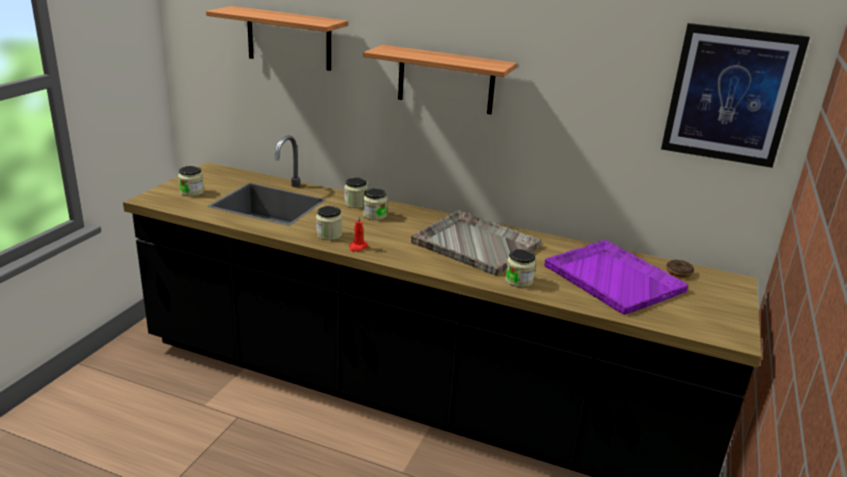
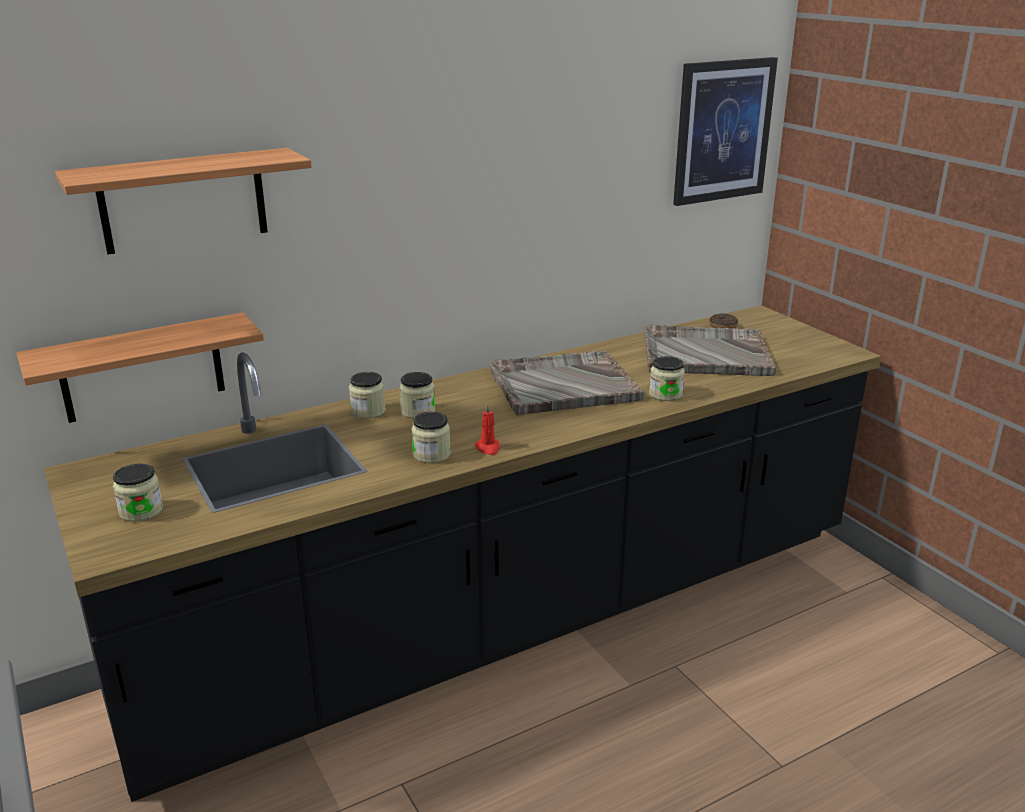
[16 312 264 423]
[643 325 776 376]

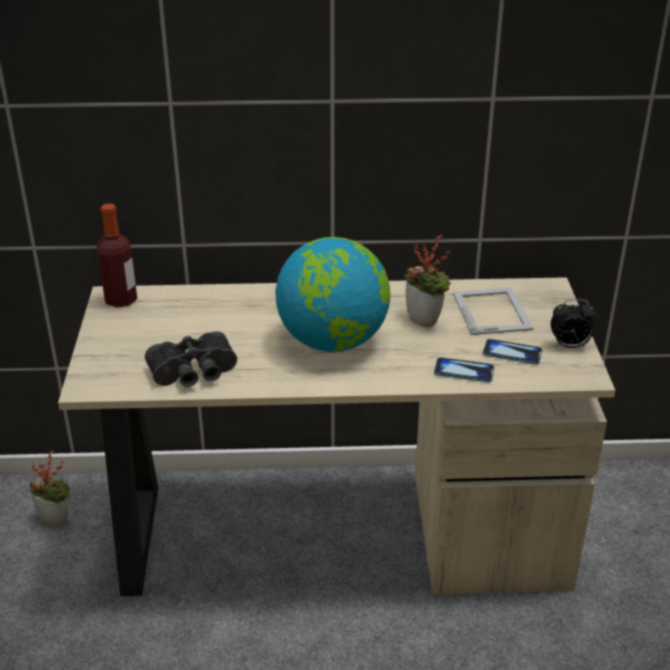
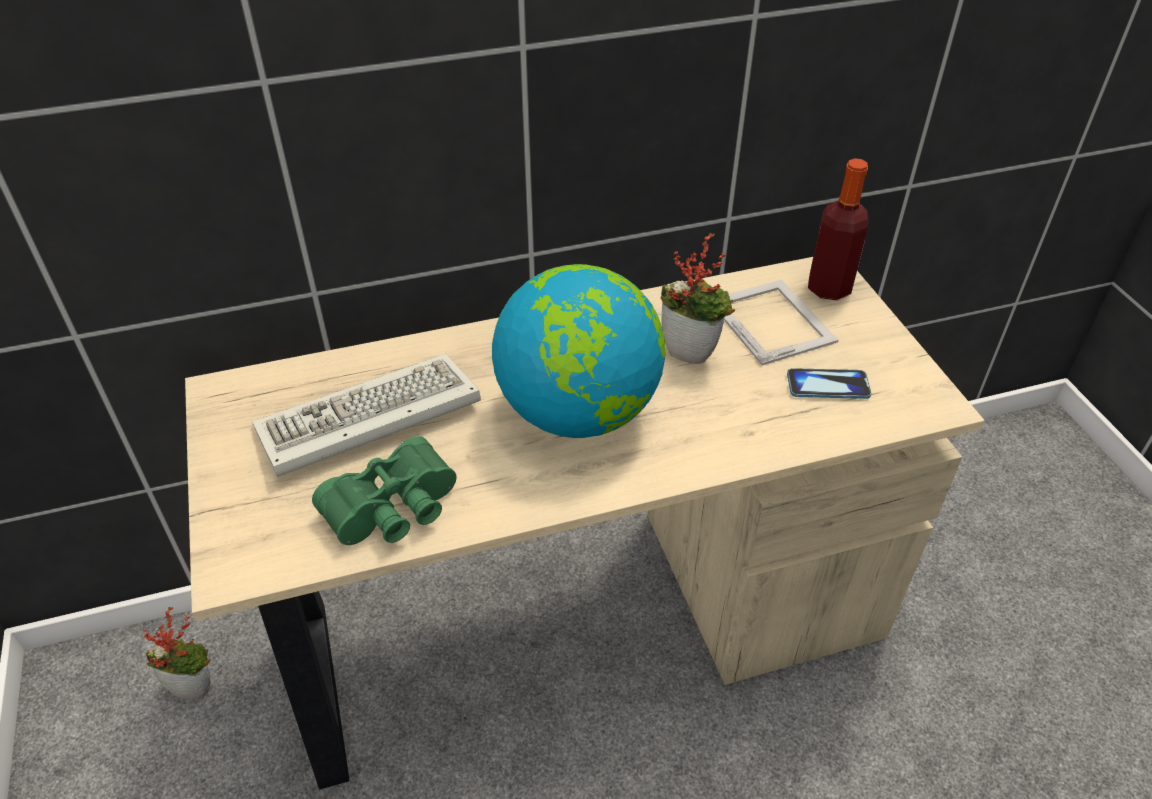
[434 357 494 382] (first image)
[551 299 596 348] (first image)
[252 354 481 477]
[808 158 868 300]
[312 436 456 545]

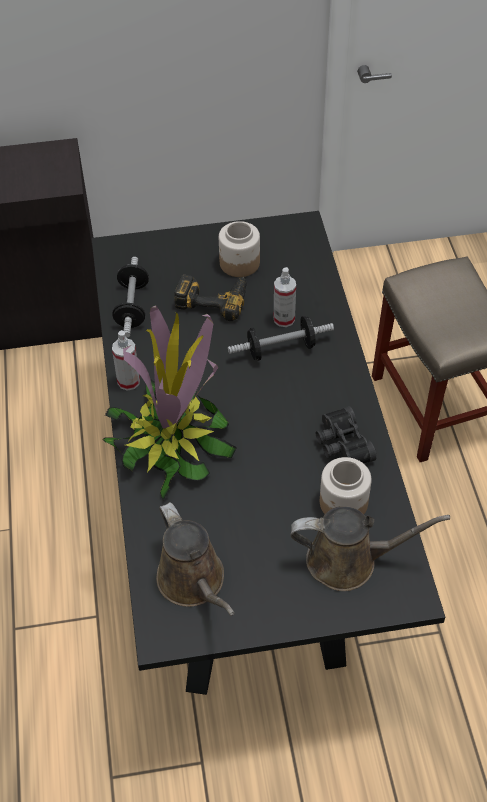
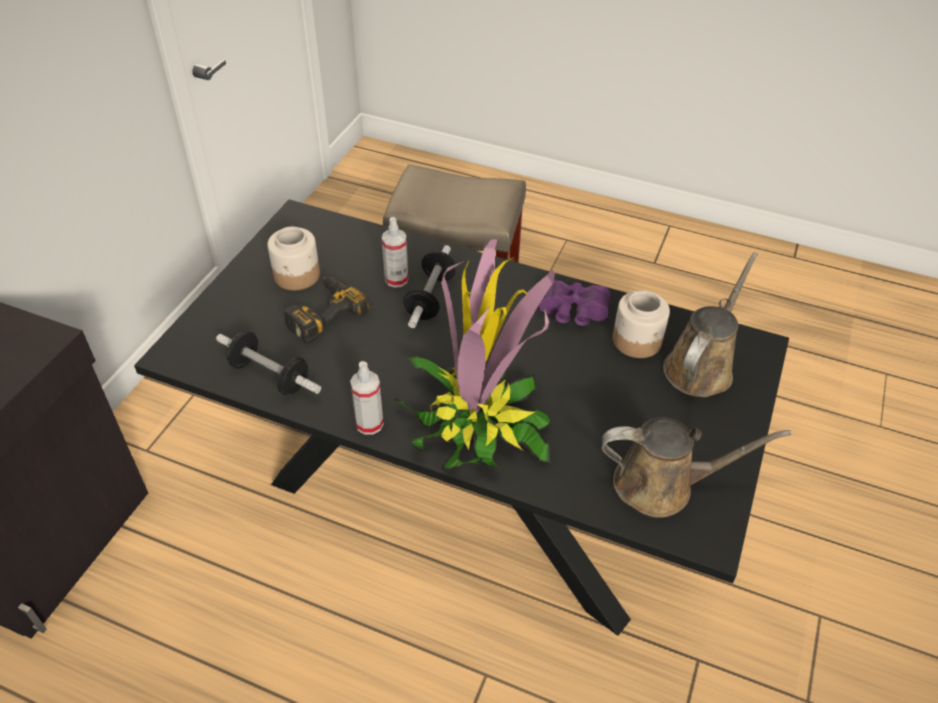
[539 280 611 326]

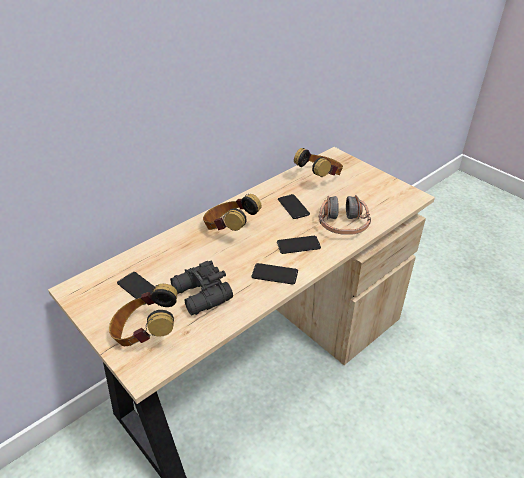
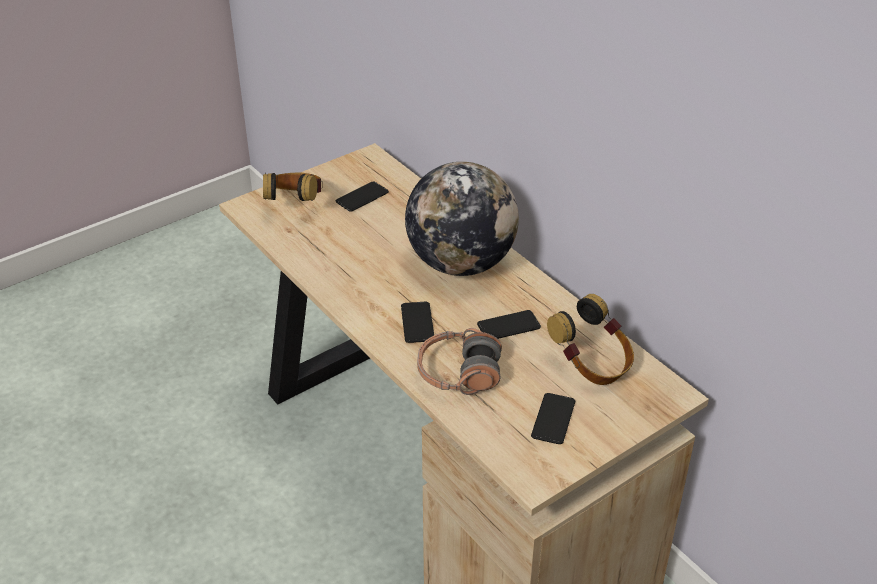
[170 261 233 316] (first image)
[531 393 575 444]
[405 162 519 276]

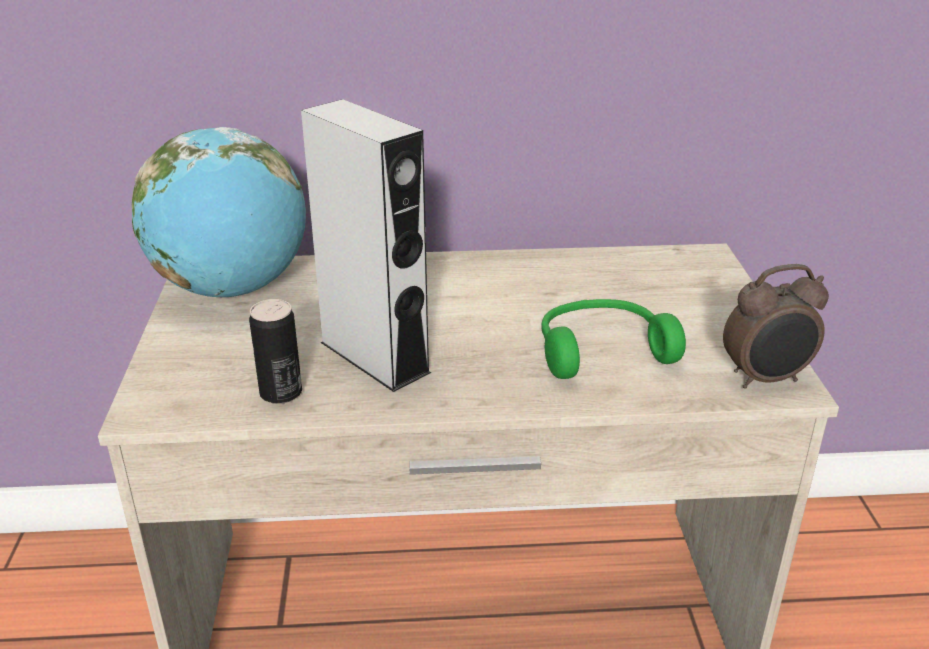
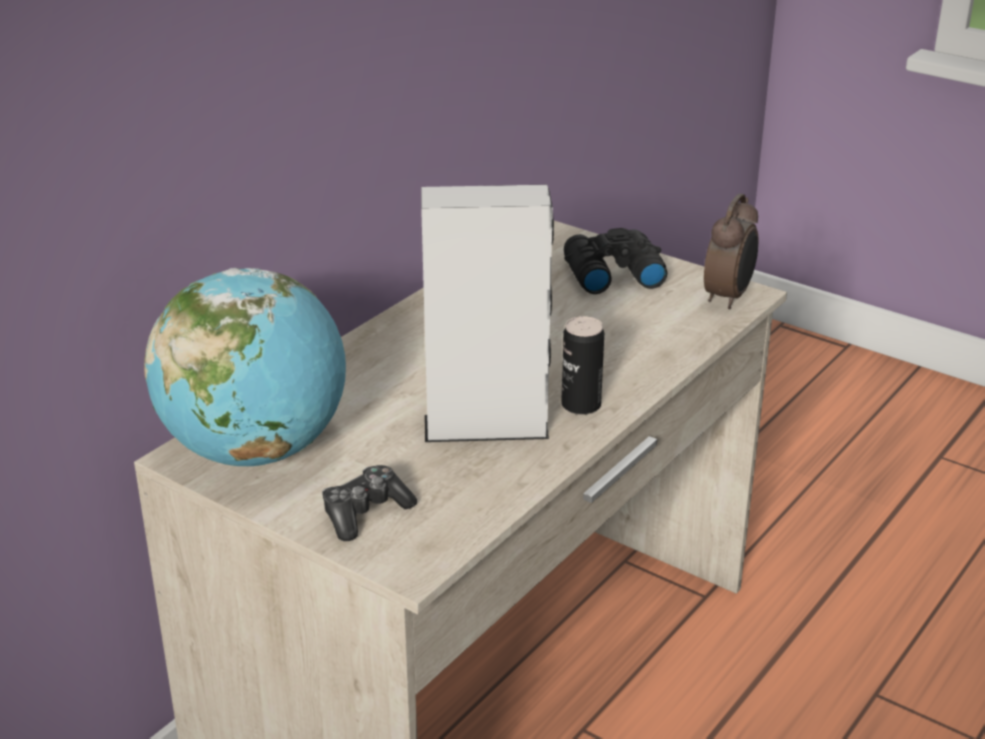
[541 299 686 379] (first image)
[322 465 417 541]
[564 228 667 294]
[561 316 604 415]

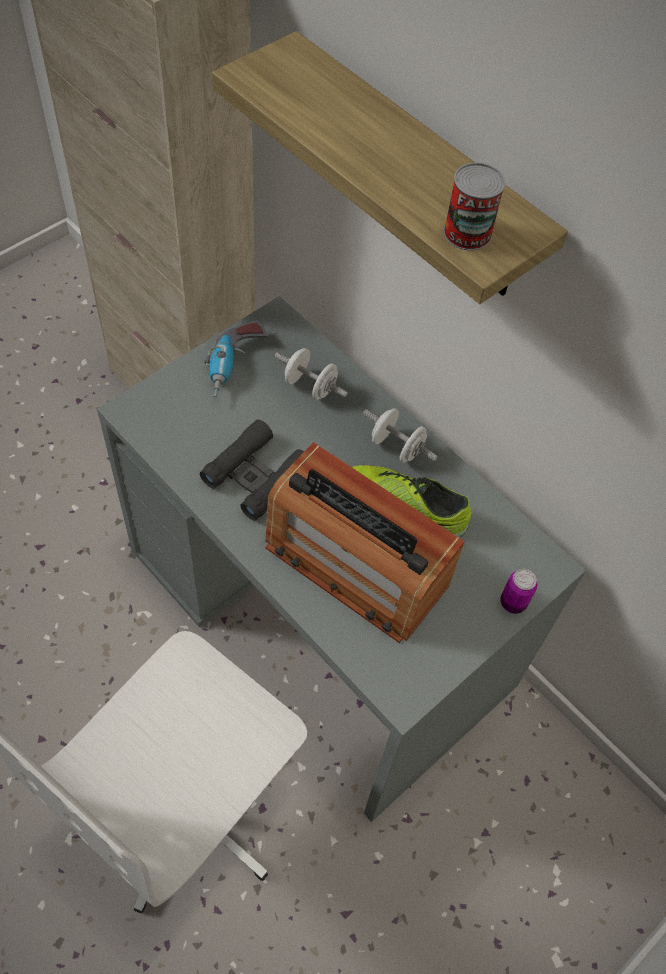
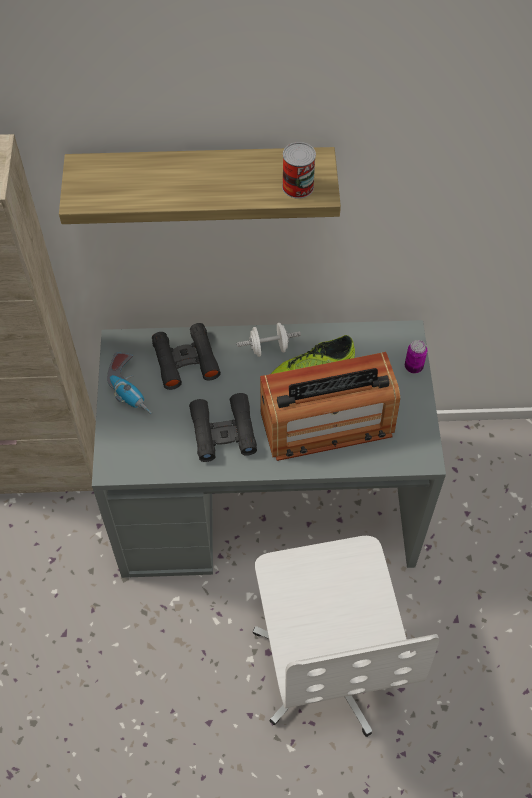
[152 323 221 390]

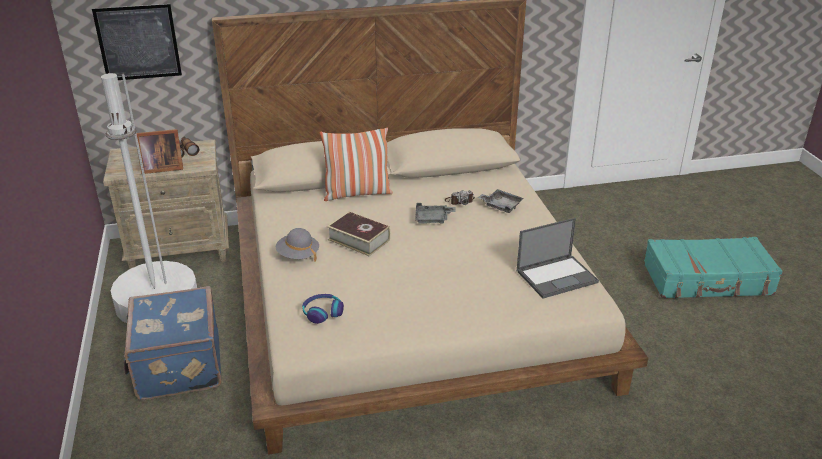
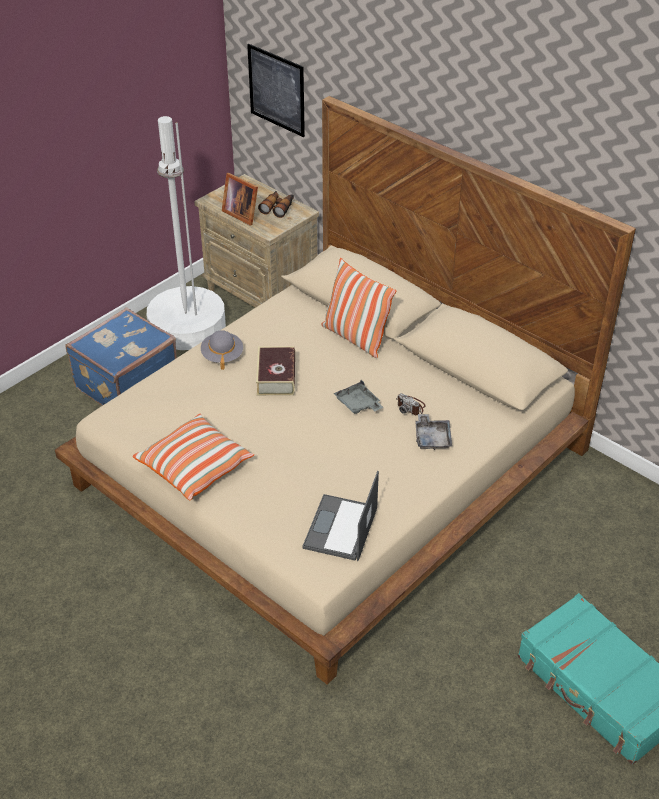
[302 294 344 324] (first image)
[133 414 254 500]
[302 471 379 561]

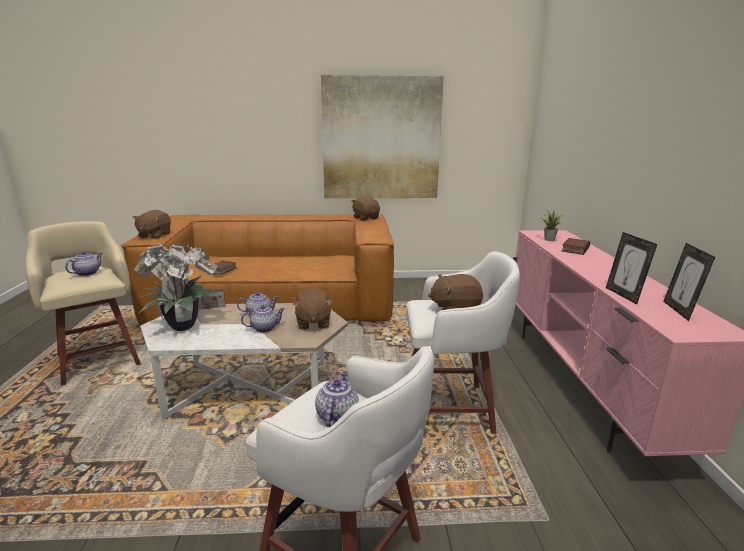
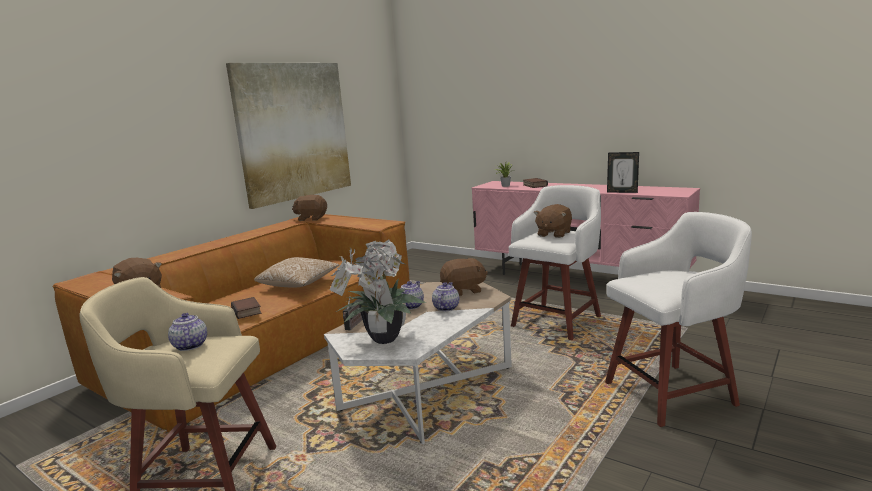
[315 372 359 427] (first image)
[663 243 715 321] (first image)
[254 257 340 287]
[440 258 488 296]

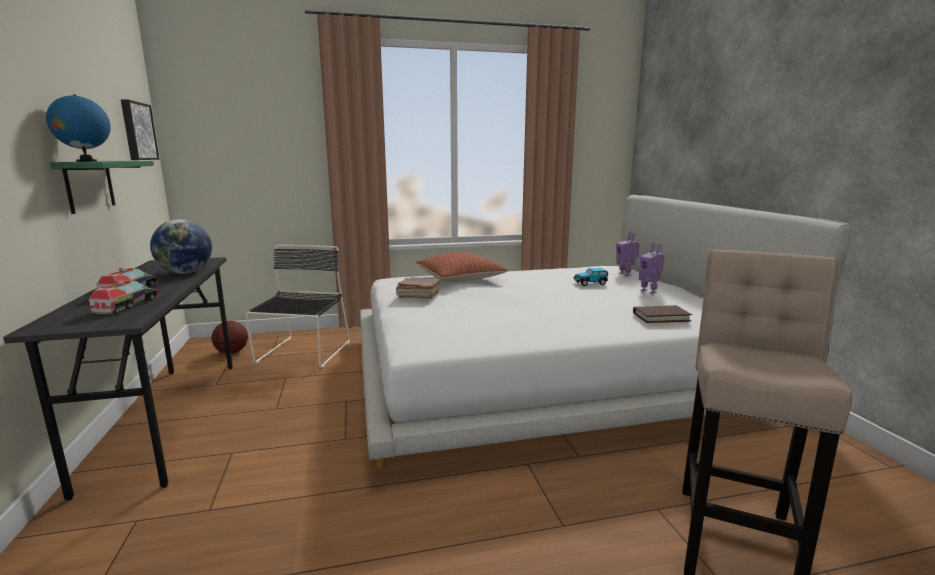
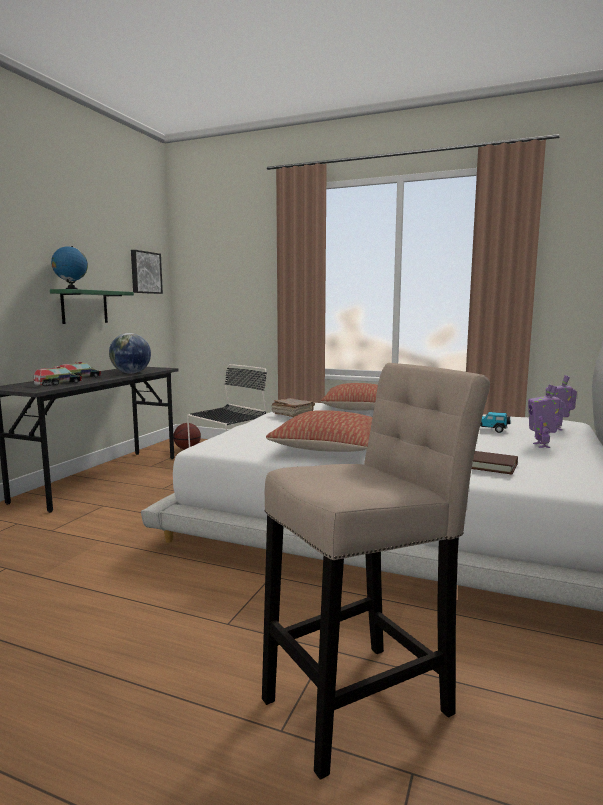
[266 410 373 452]

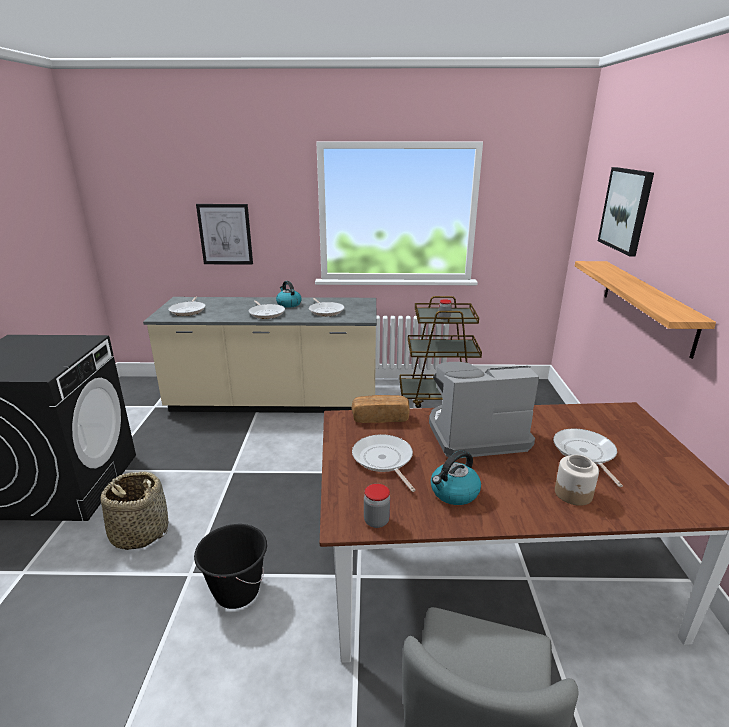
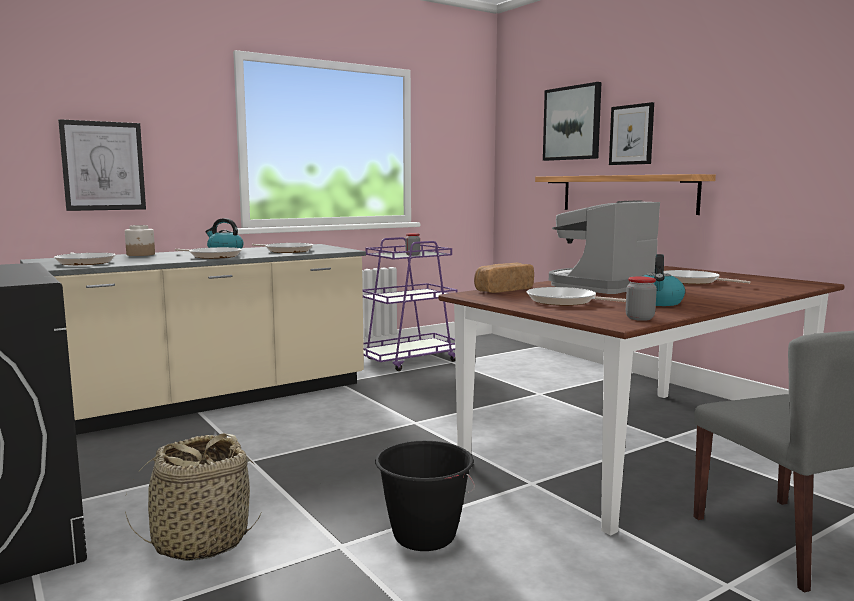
[609 102 654 165]
[125 225 155 256]
[363 237 458 371]

